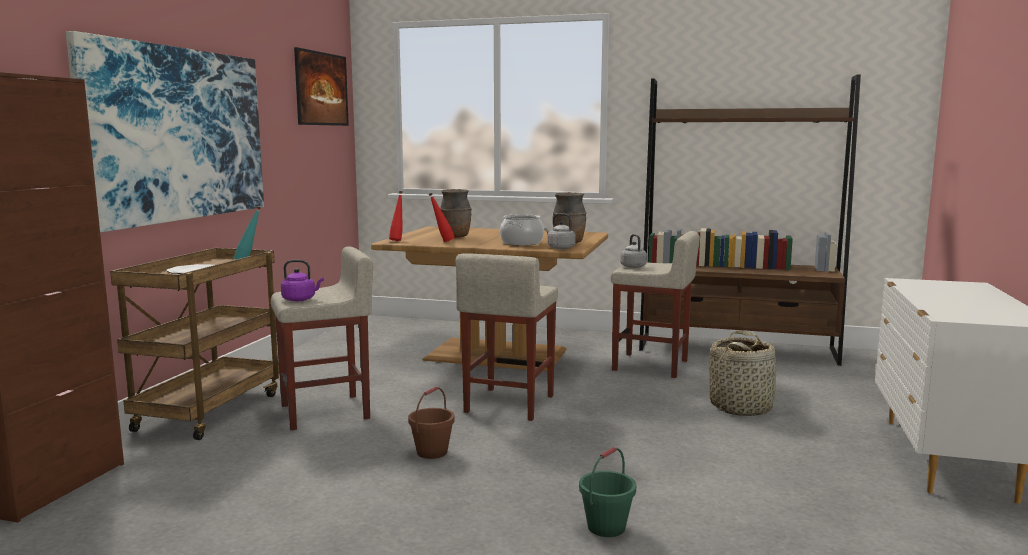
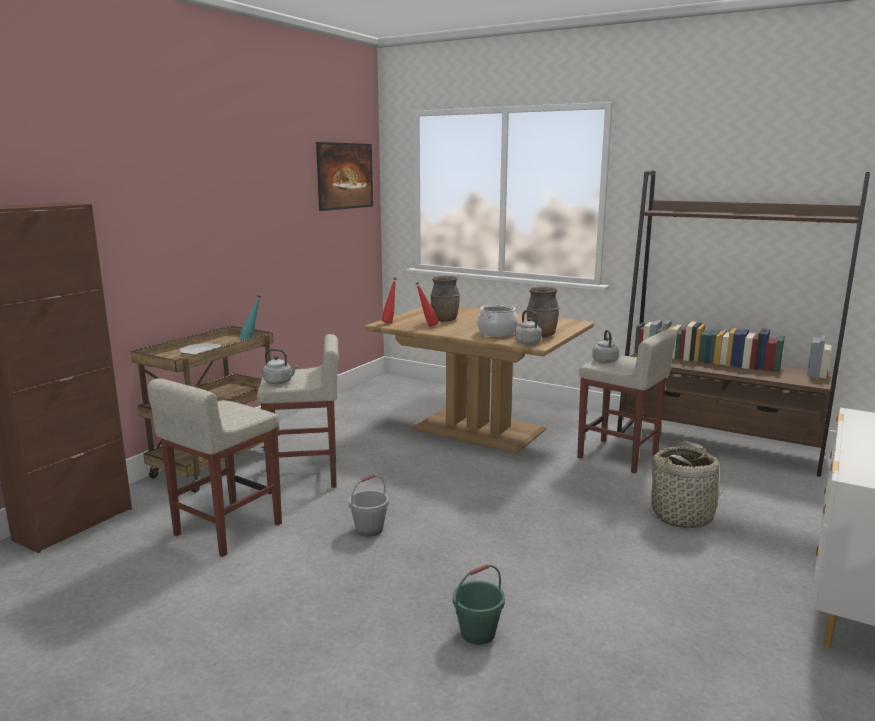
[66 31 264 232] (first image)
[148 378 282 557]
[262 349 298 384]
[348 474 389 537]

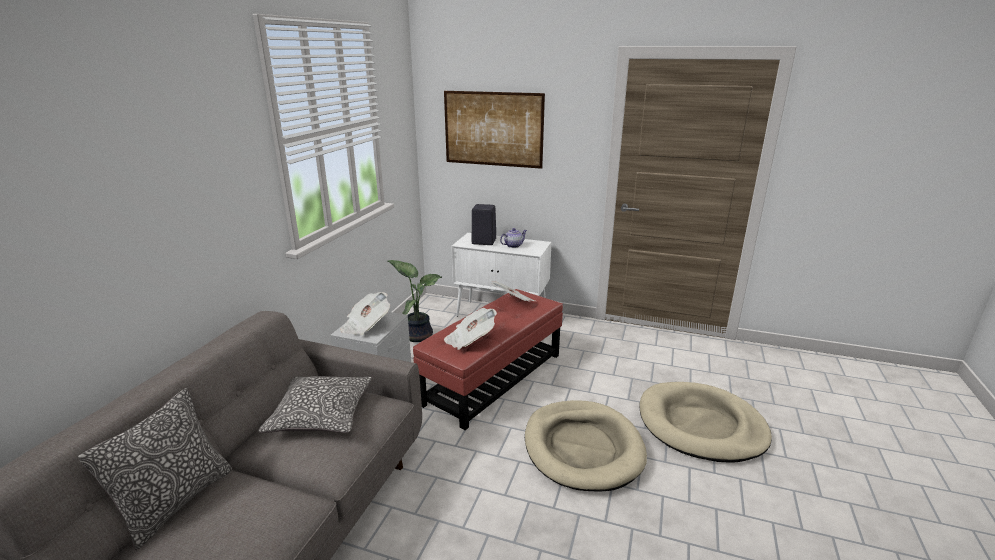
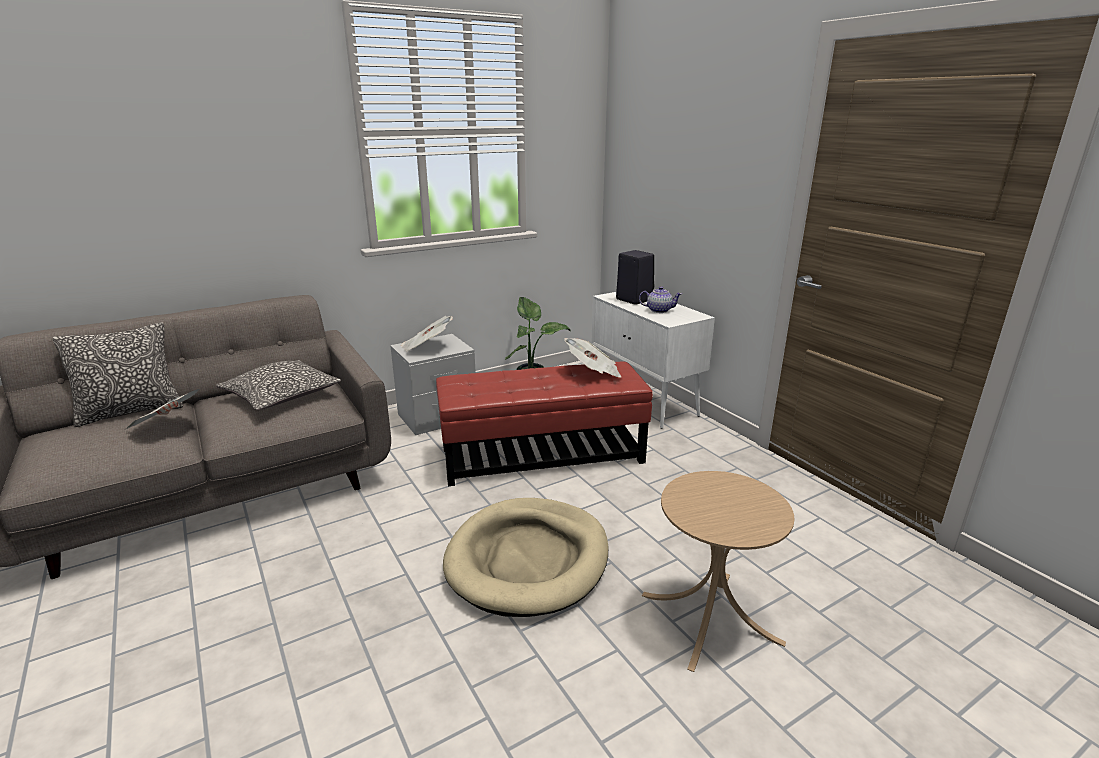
[444 91 545 169] (first image)
[126 389 200 429]
[642 471 794 672]

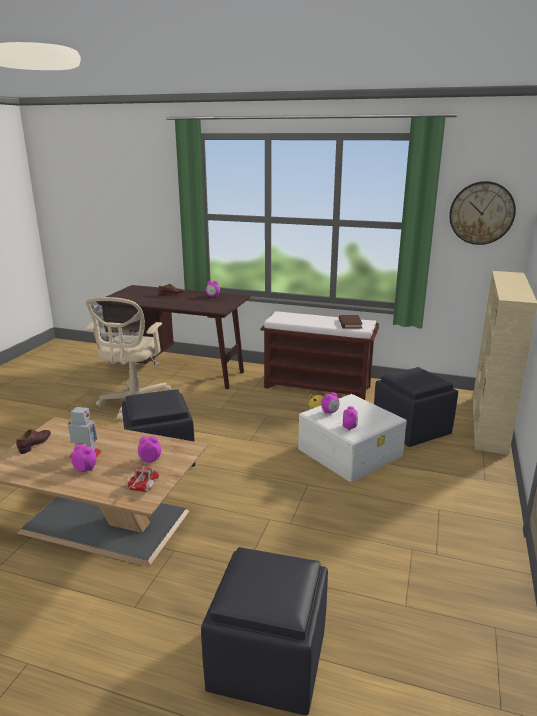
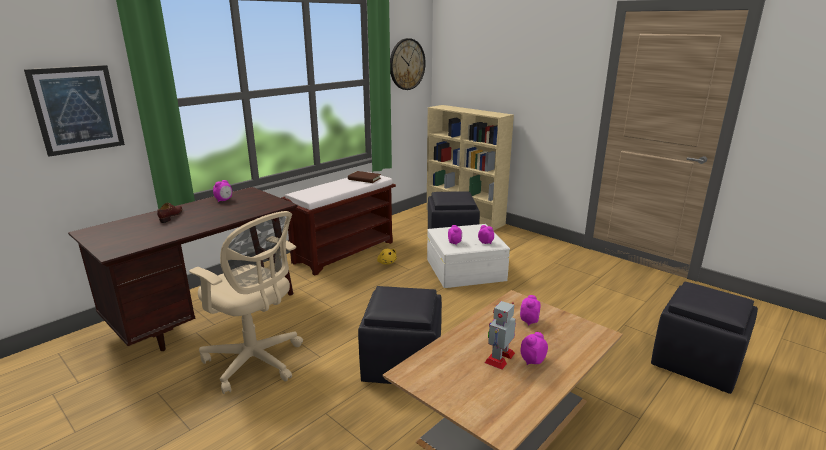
[16 429 51 454] (first image)
[124 466 159 492] (first image)
[24 65 125 157]

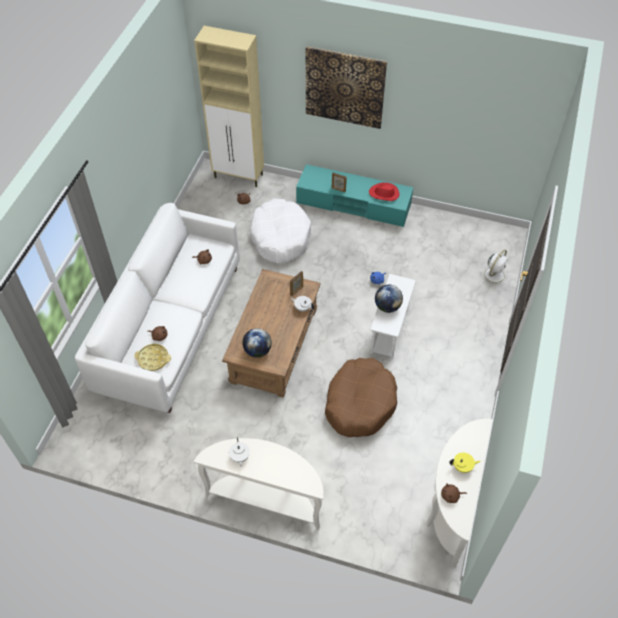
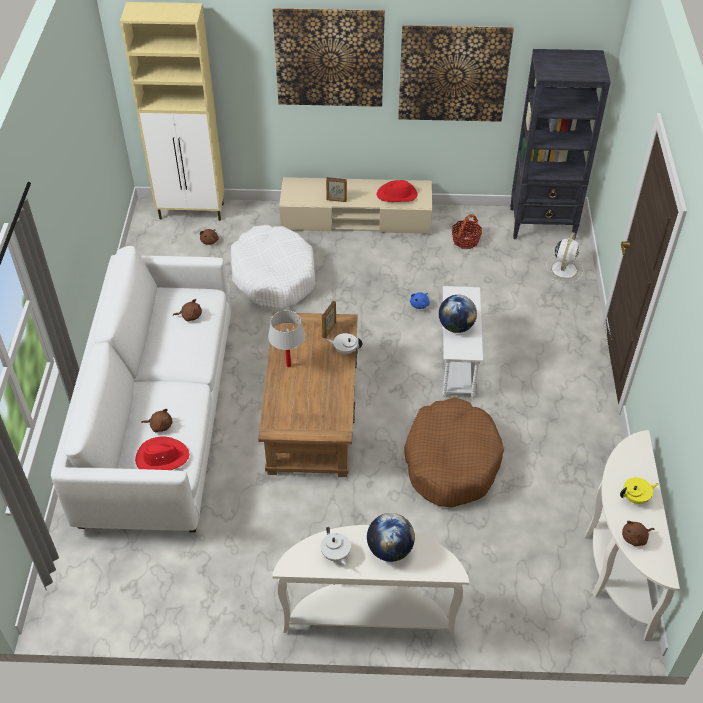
[268 310 305 368]
[398 25 514 122]
[452 214 482 249]
[510 49 611 239]
[367 513 415 562]
[135 437 189 470]
[279 177 432 234]

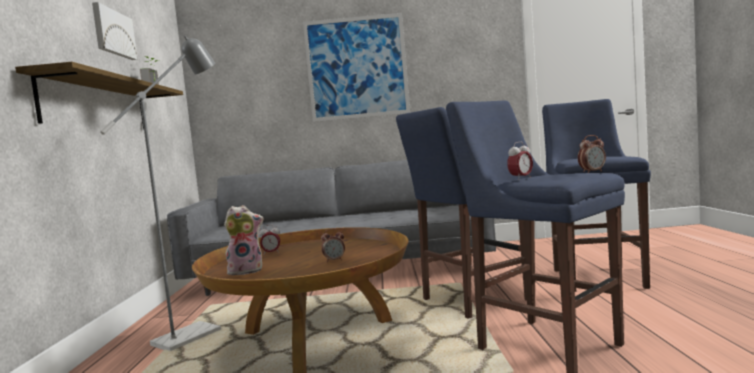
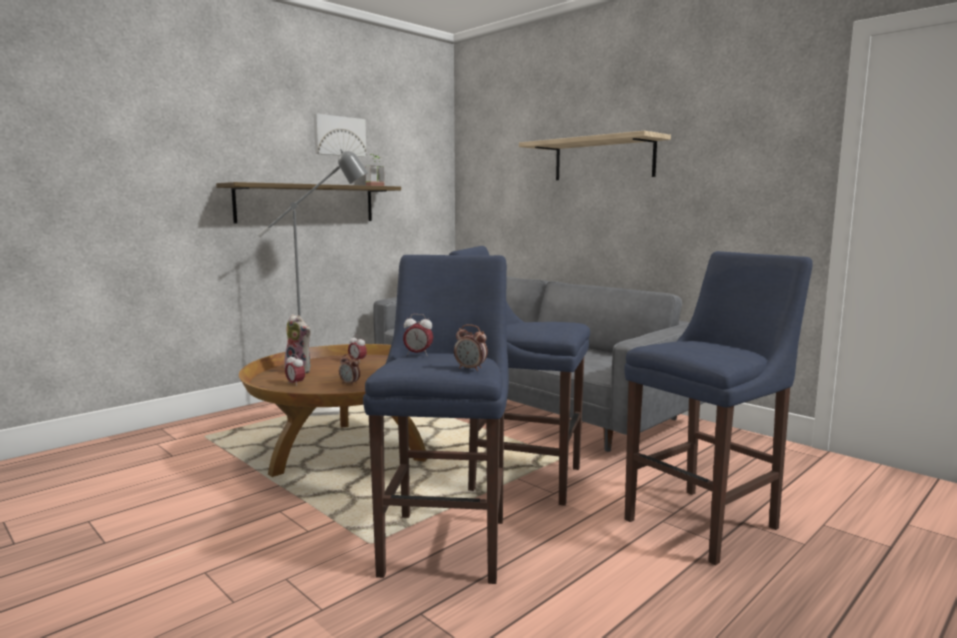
[285 354 305 387]
[519 131 671 180]

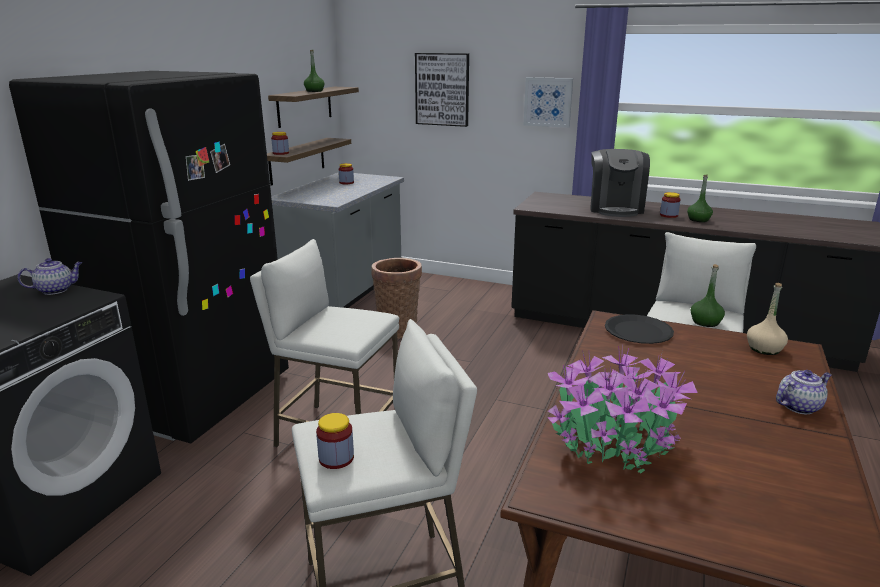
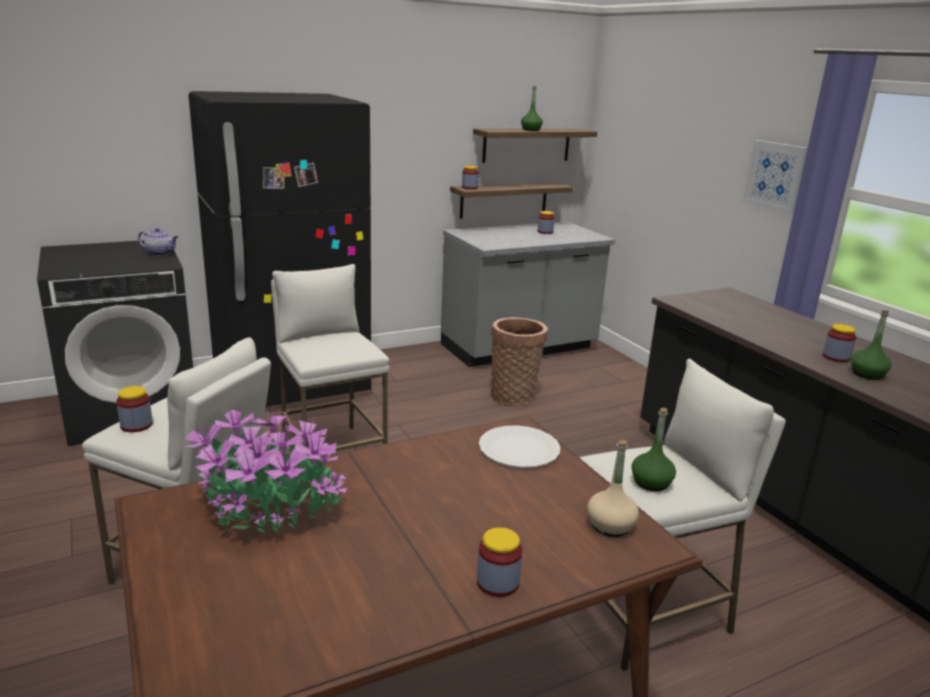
[415 53 469 127] (first image)
[590 149 650 217] (first image)
[477 527 522 597]
[479 425 560 468]

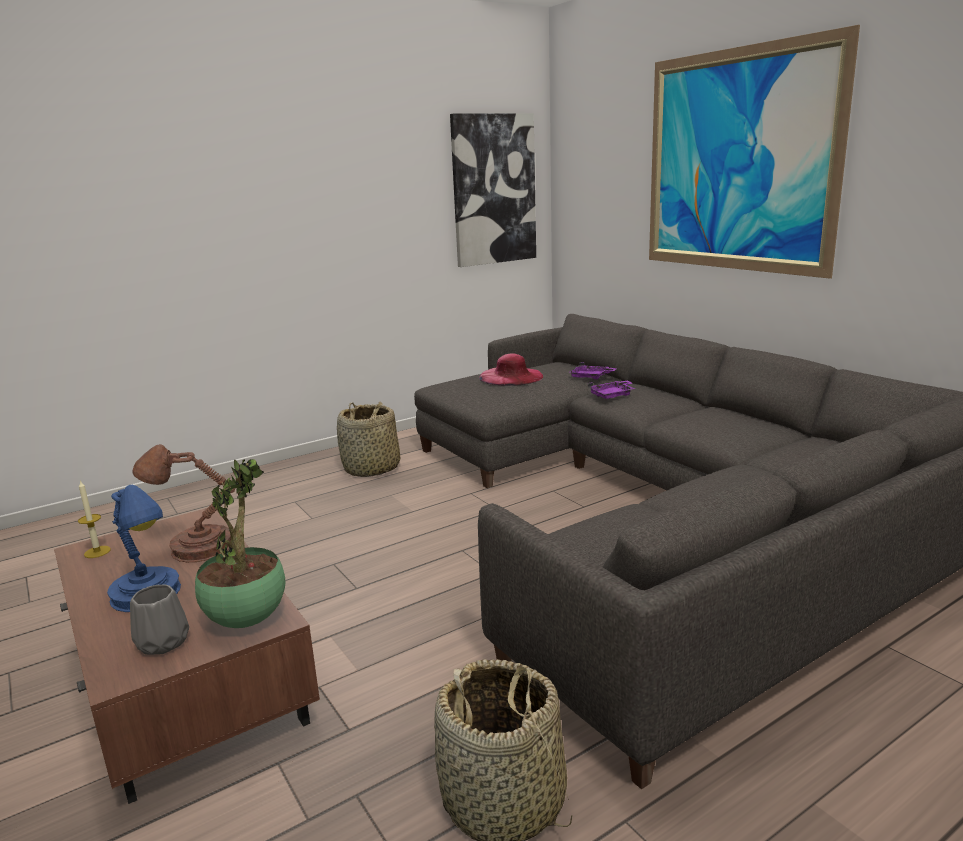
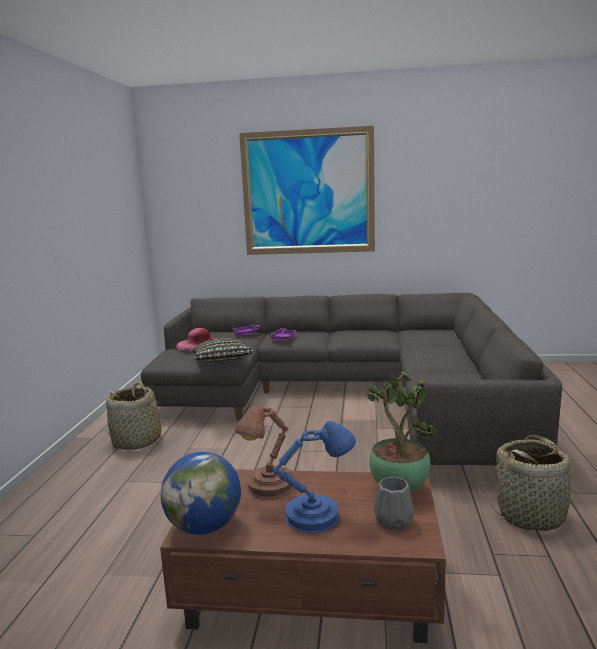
[450 113 536 267] (first image)
[192 338 254 363]
[161 452 241 535]

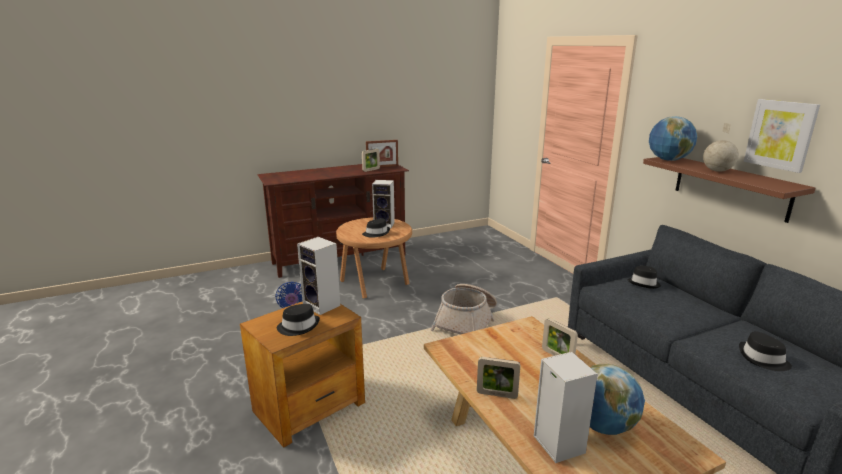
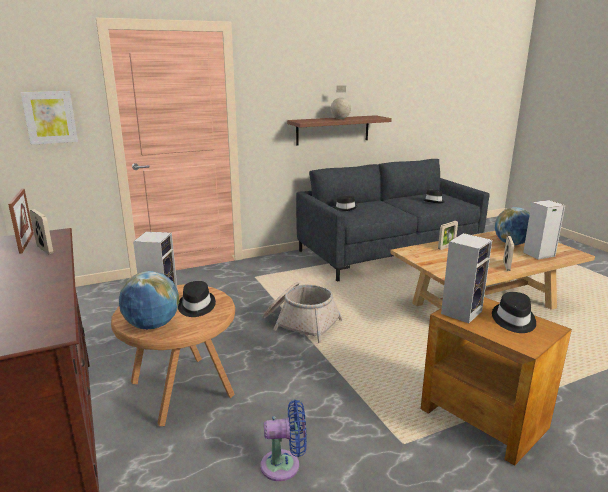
[119 271 179 329]
[20 91 78 145]

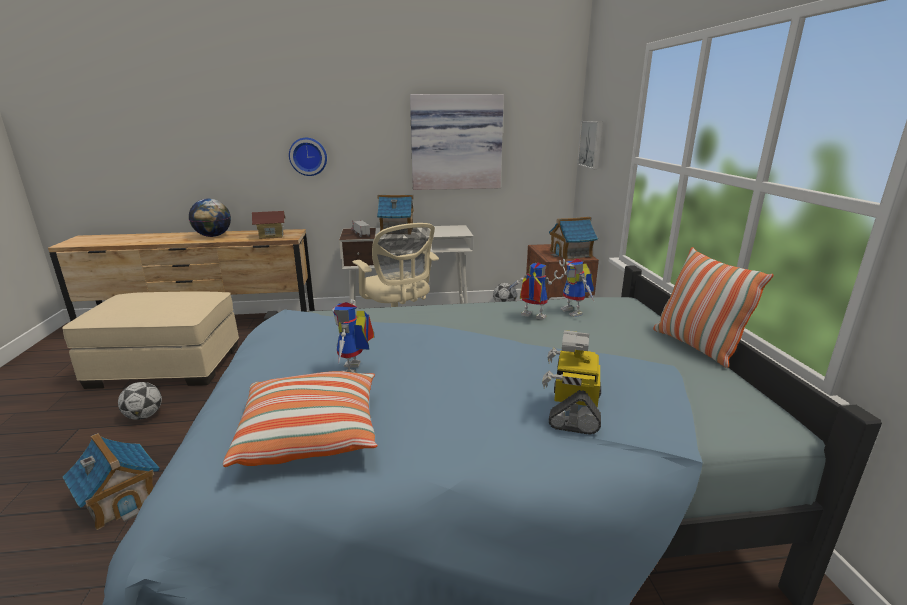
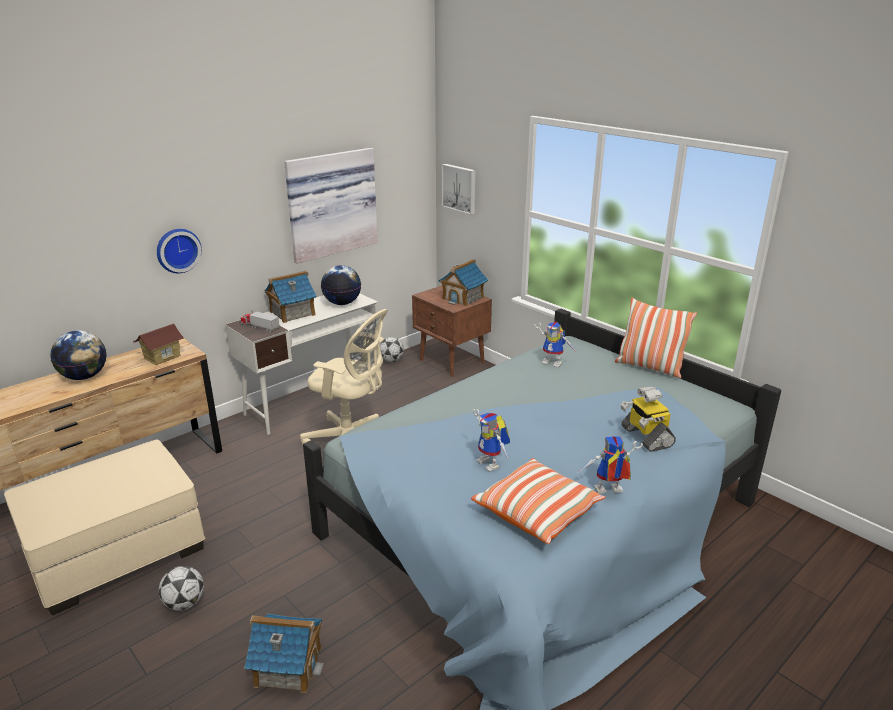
[321 265 361 305]
[580 436 643 494]

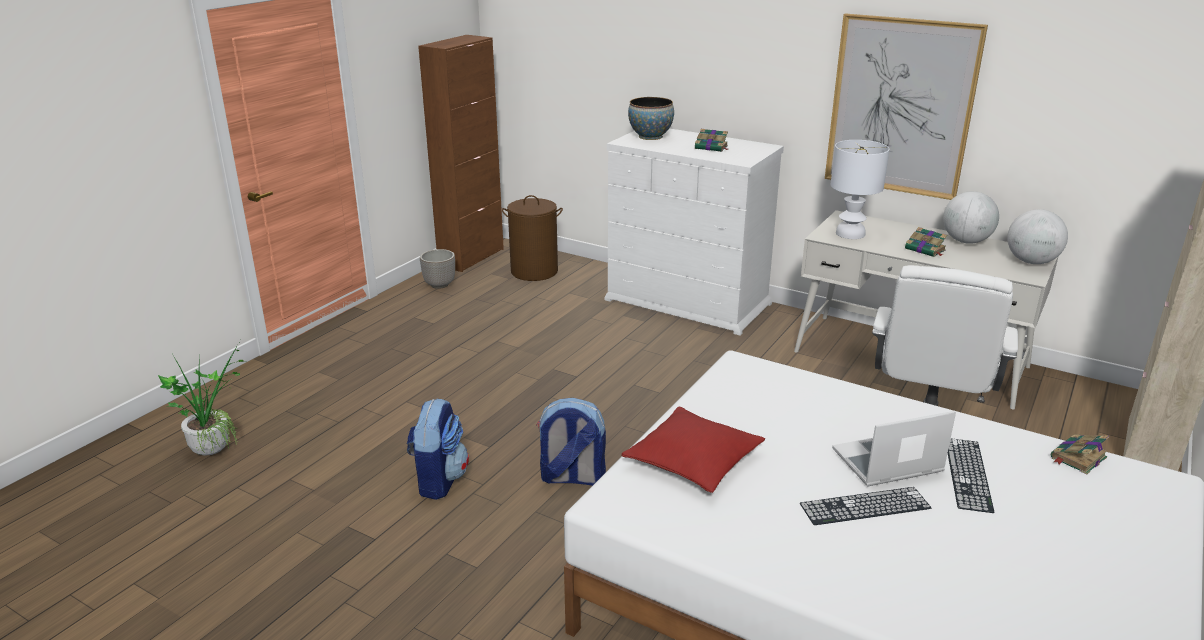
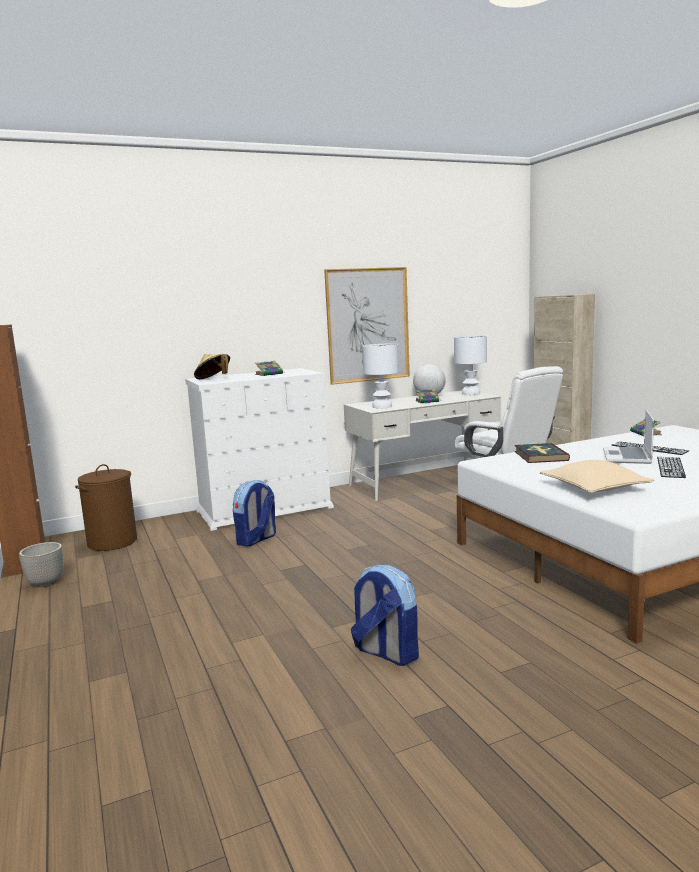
[158 343 244 456] (first image)
[515 443 570 463]
[233 480 276 547]
[194 354 230 379]
[454 336 487 395]
[540 460 654 493]

